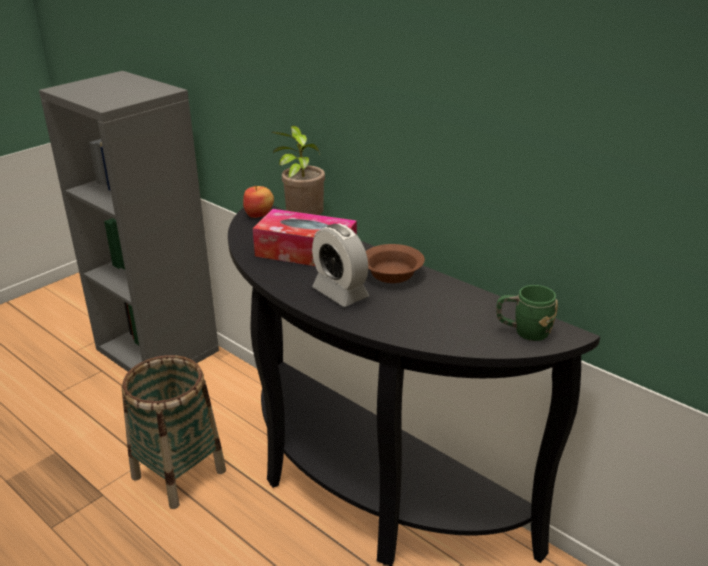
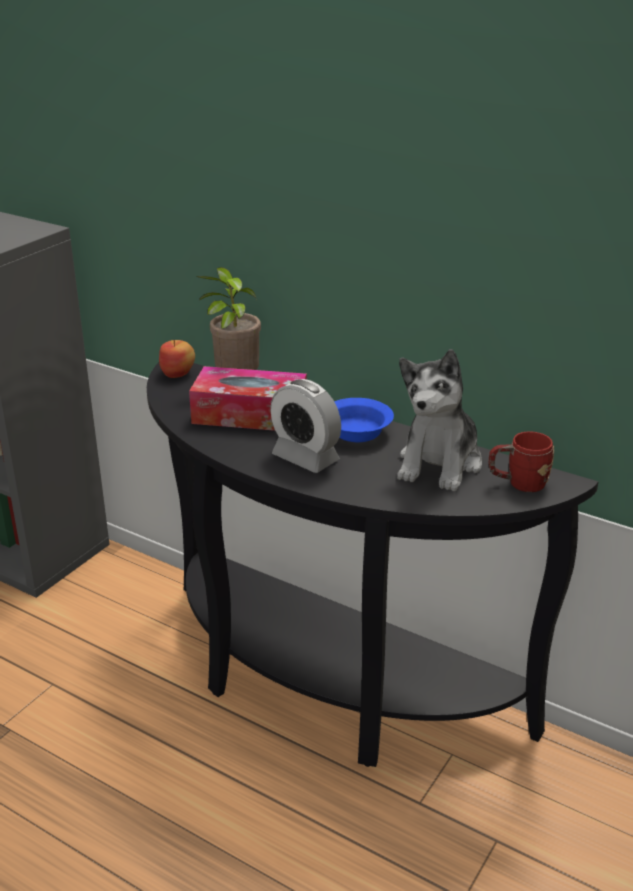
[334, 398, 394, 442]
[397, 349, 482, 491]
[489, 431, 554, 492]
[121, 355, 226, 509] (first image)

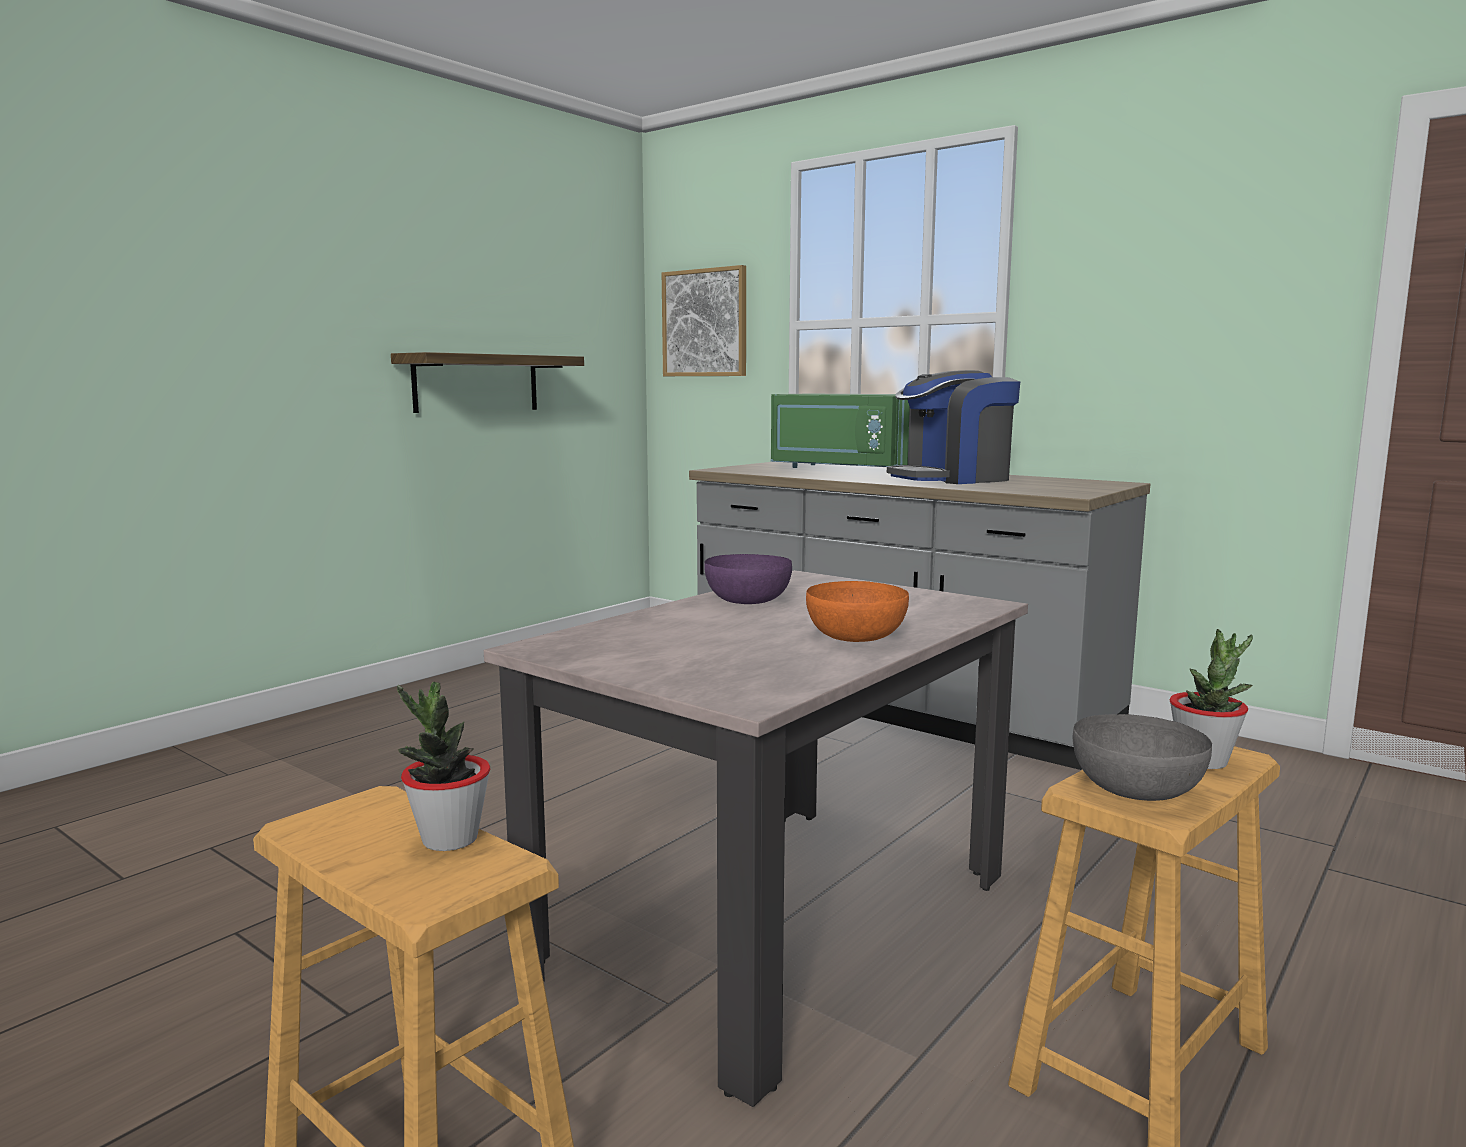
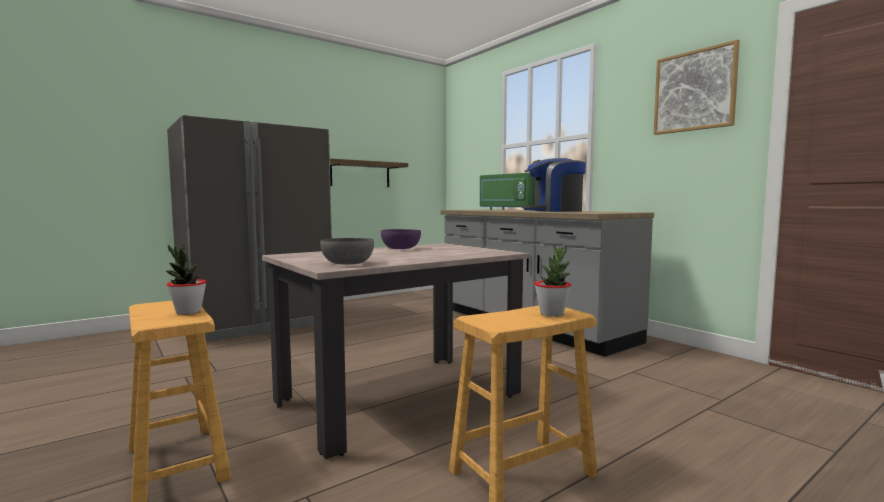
[167, 115, 332, 342]
[320, 238, 374, 265]
[654, 40, 740, 135]
[806, 581, 909, 642] (first image)

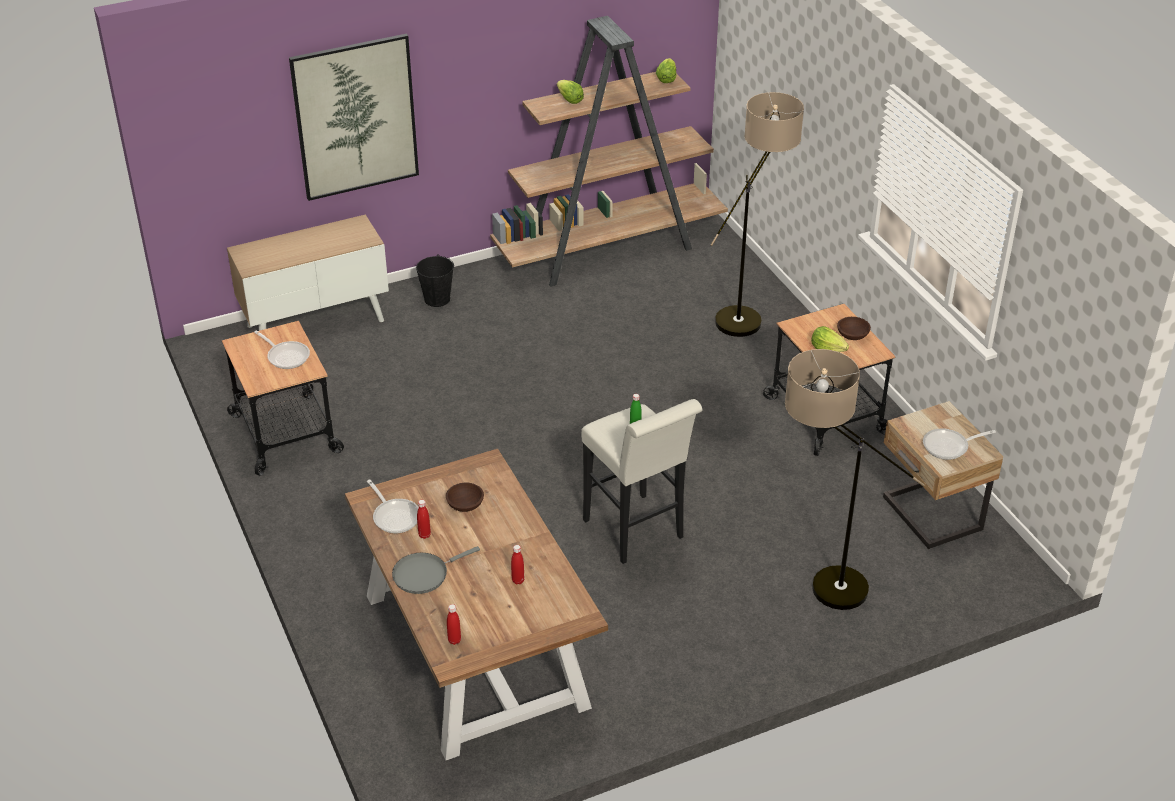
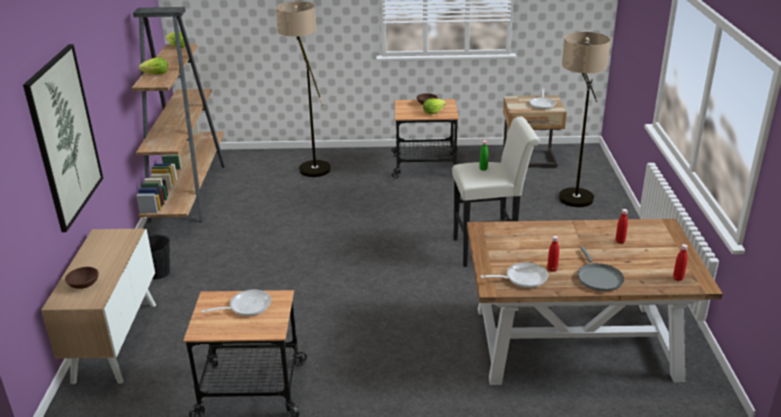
[65, 267, 99, 289]

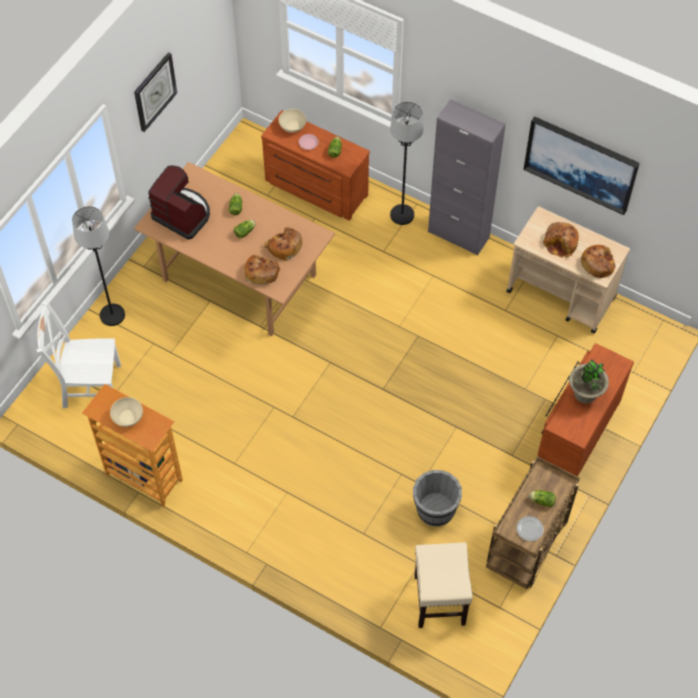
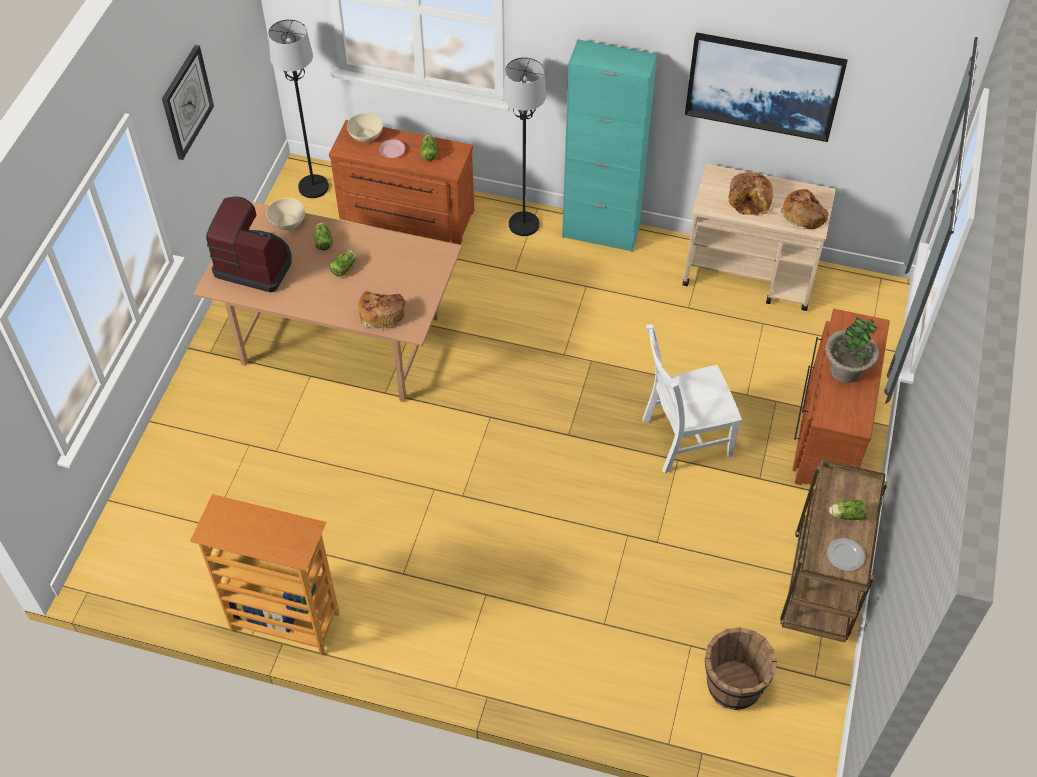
[267, 198, 305, 230]
[268, 19, 329, 198]
[562, 39, 657, 252]
[642, 324, 742, 474]
[705, 627, 777, 710]
[264, 227, 302, 261] (first image)
[413, 470, 462, 526] (first image)

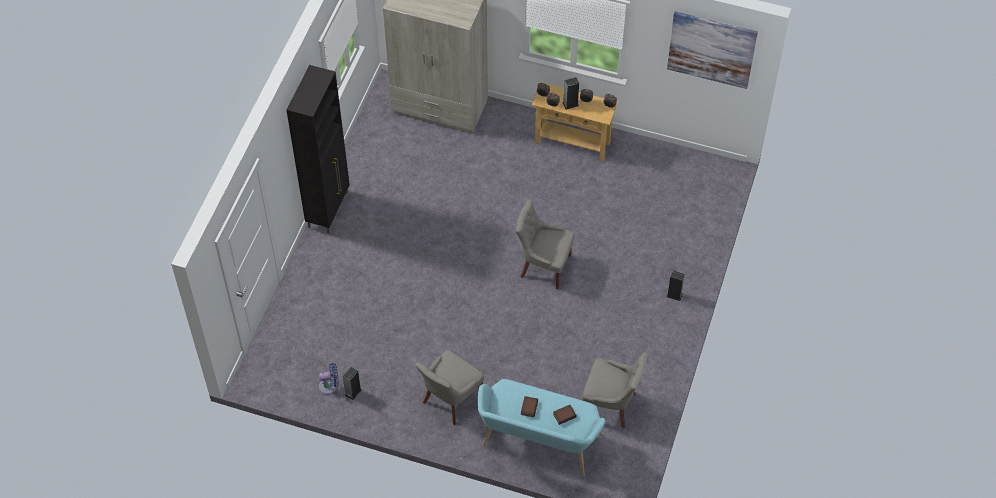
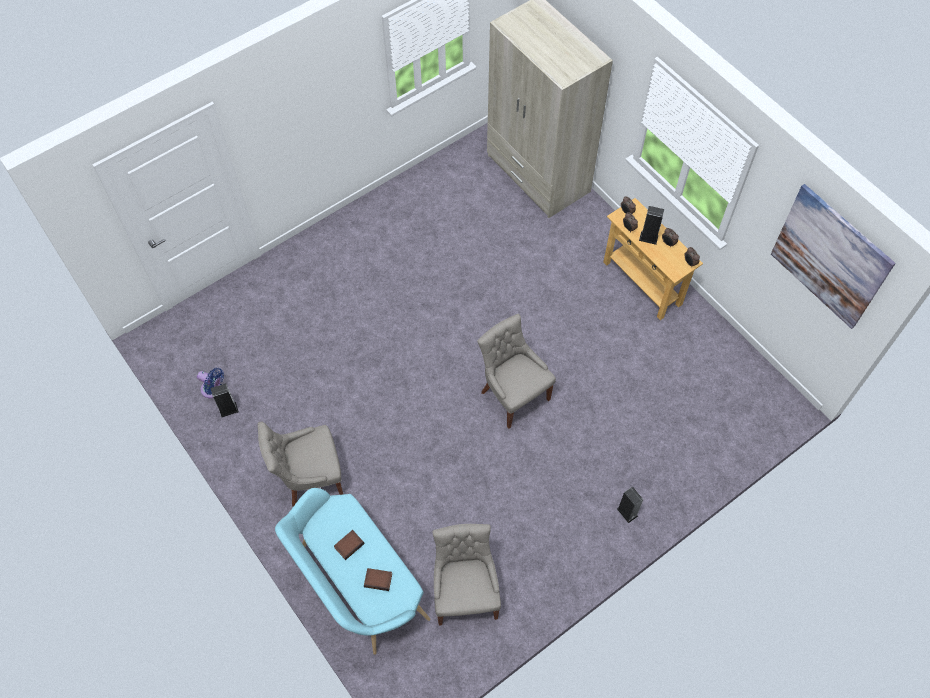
[432, 524, 501, 626]
[287, 65, 350, 233] (first image)

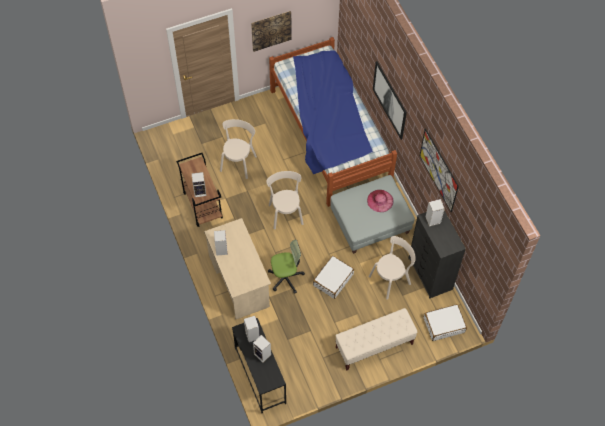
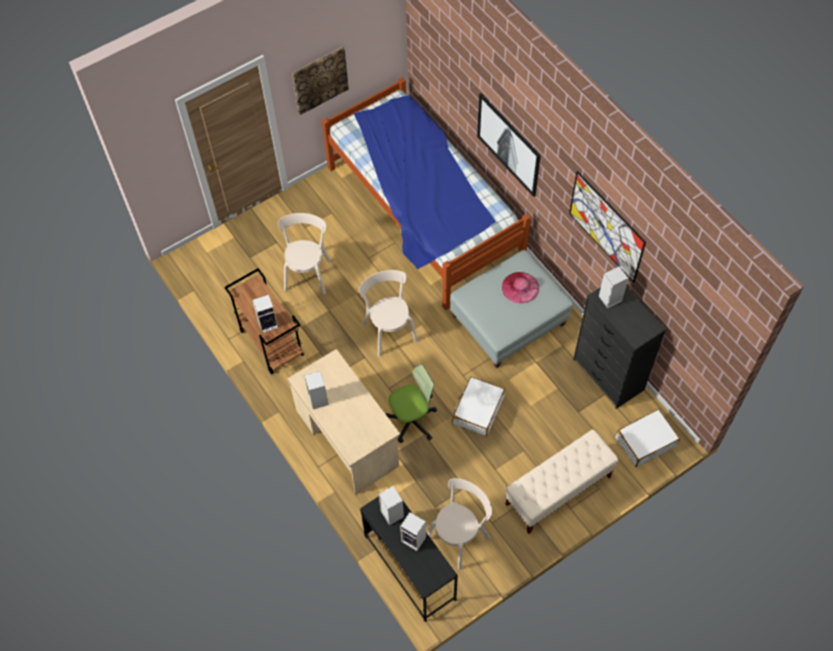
[427, 478, 492, 570]

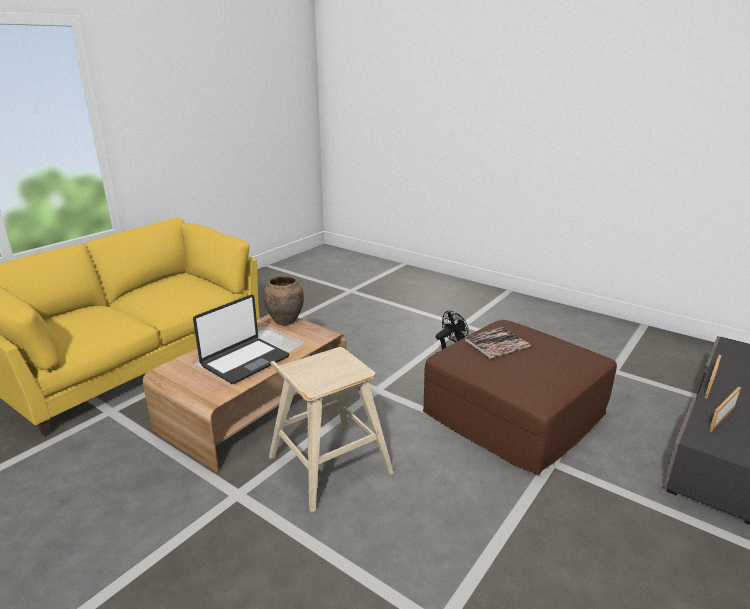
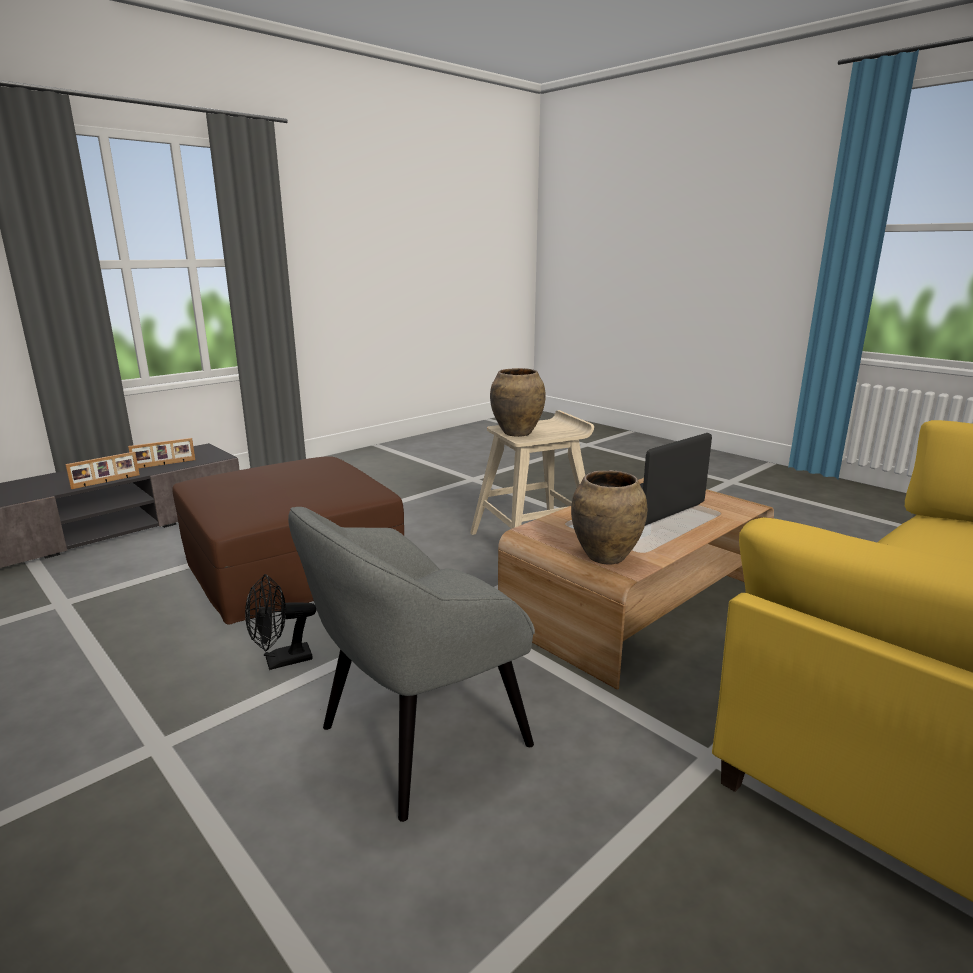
[288, 507, 535, 822]
[490, 368, 546, 437]
[465, 327, 531, 359] (first image)

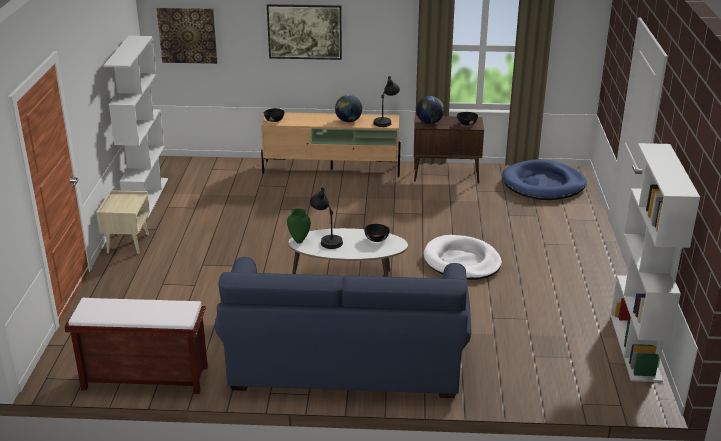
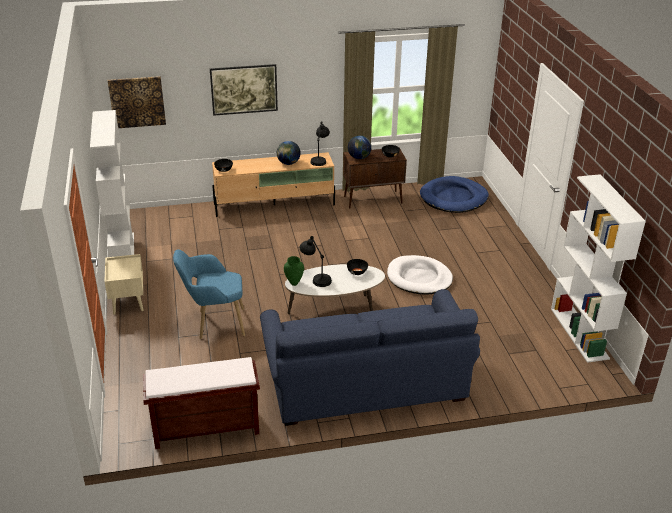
[173, 249, 245, 339]

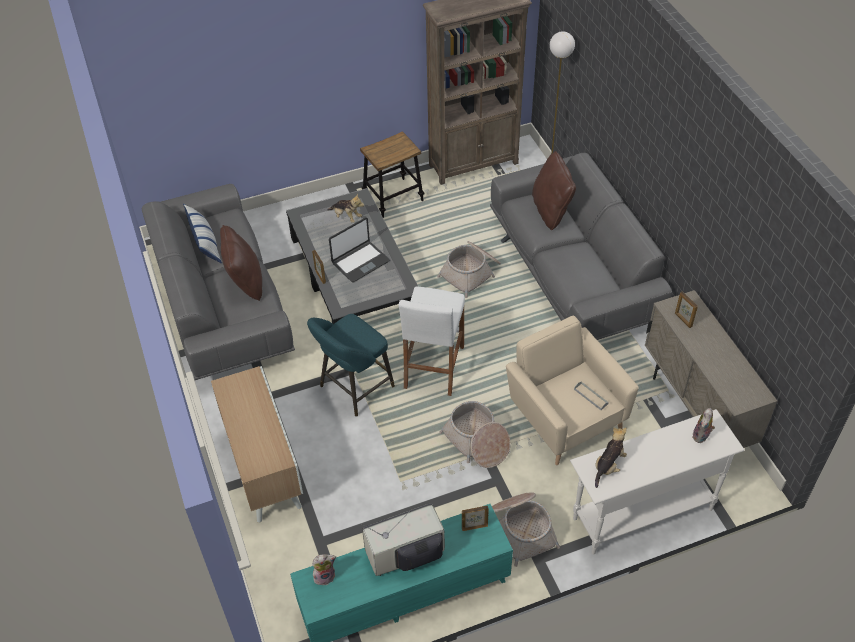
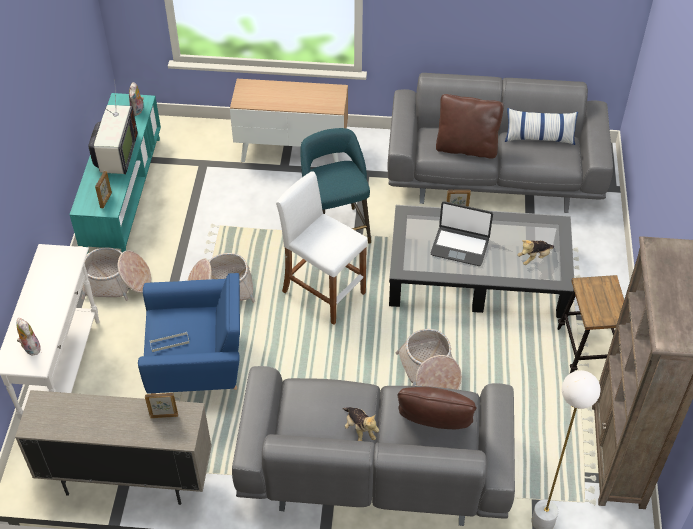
[138, 273, 240, 394]
[343, 407, 379, 441]
[431, 201, 493, 266]

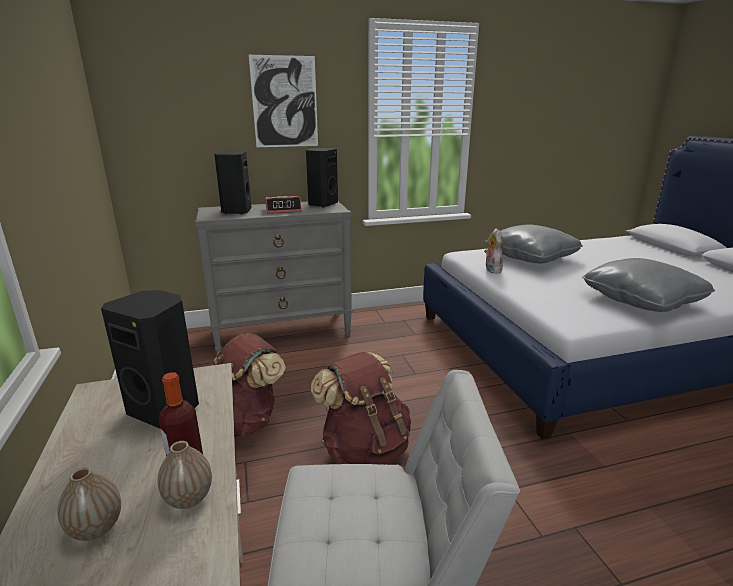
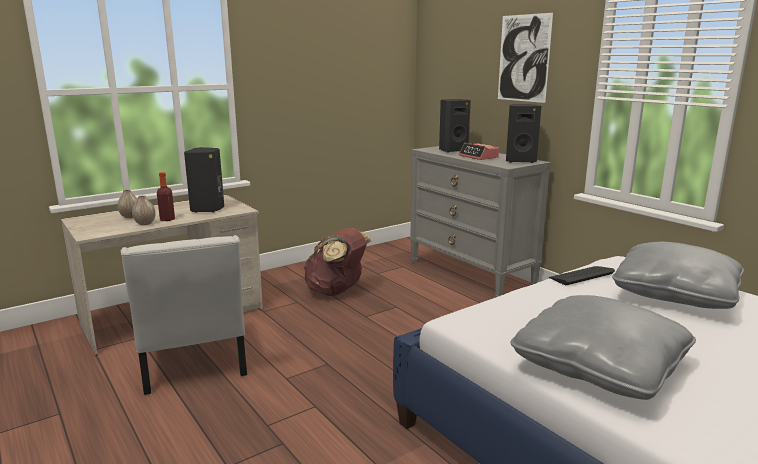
[549, 266, 615, 285]
[311, 352, 411, 465] (first image)

